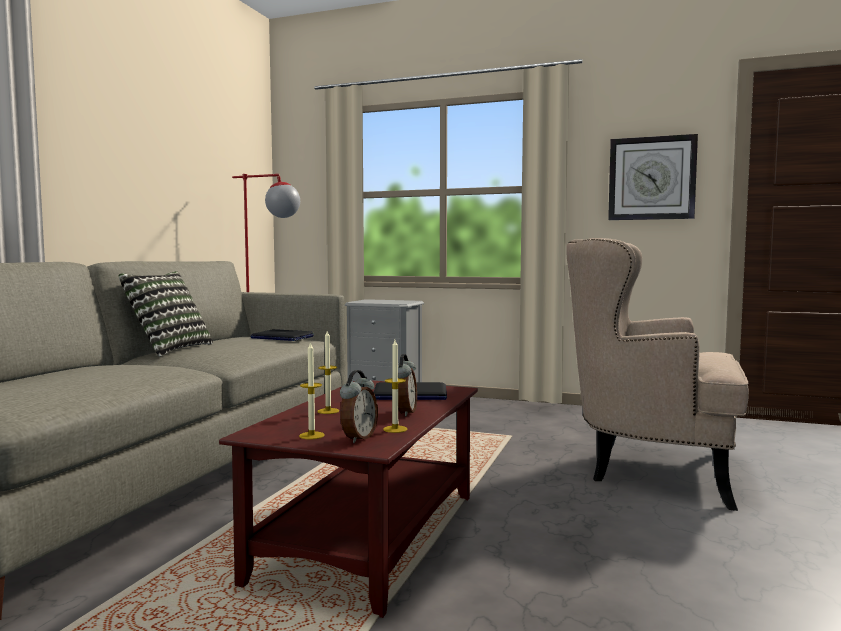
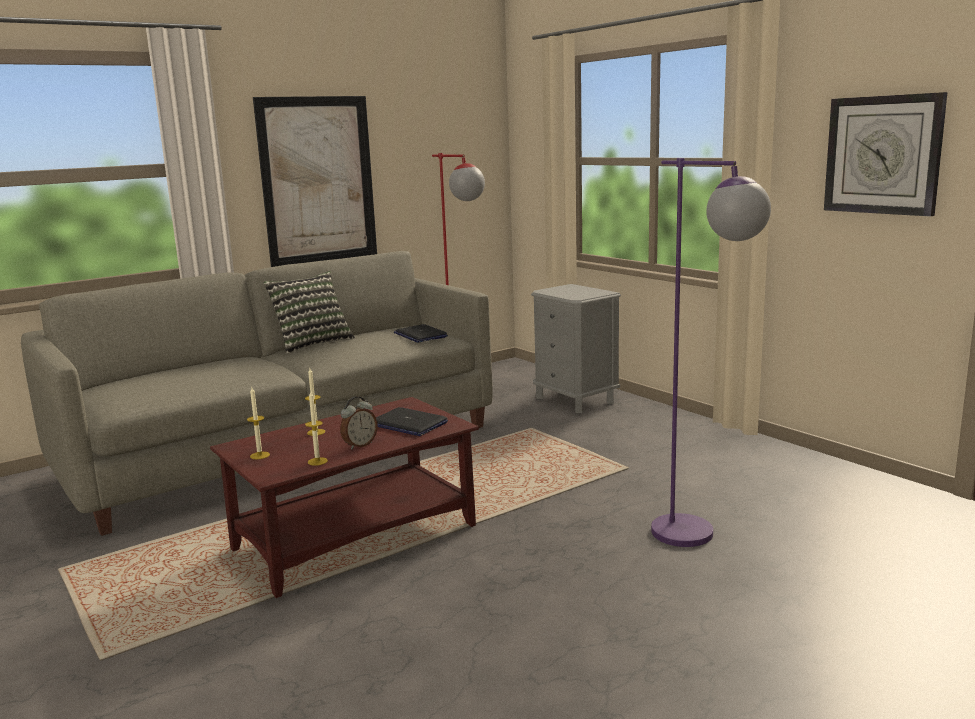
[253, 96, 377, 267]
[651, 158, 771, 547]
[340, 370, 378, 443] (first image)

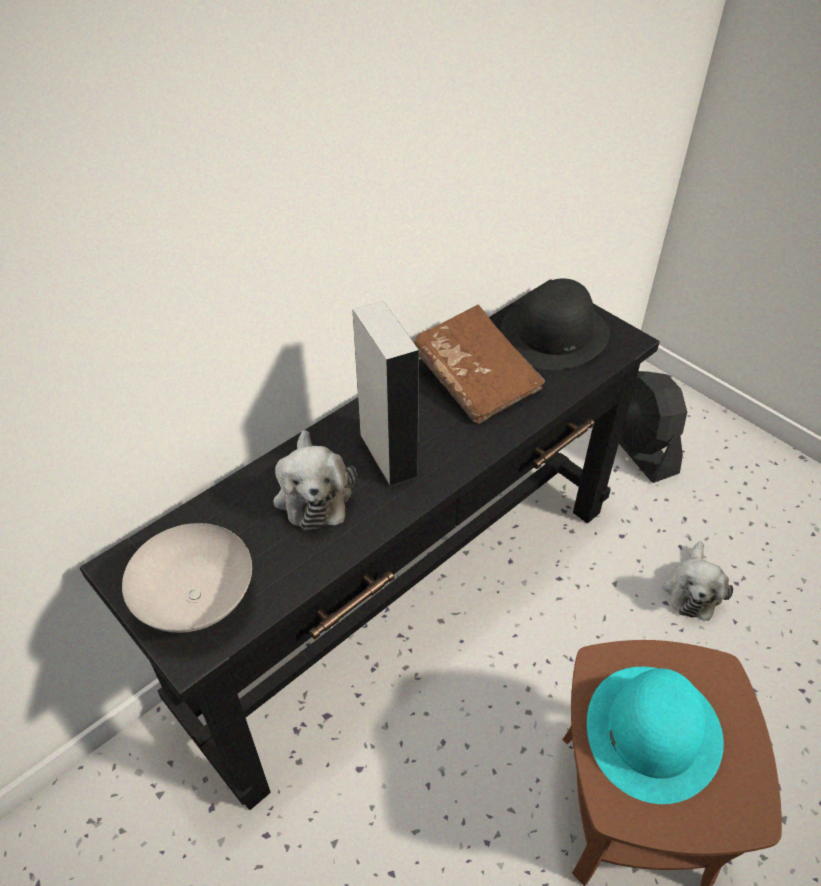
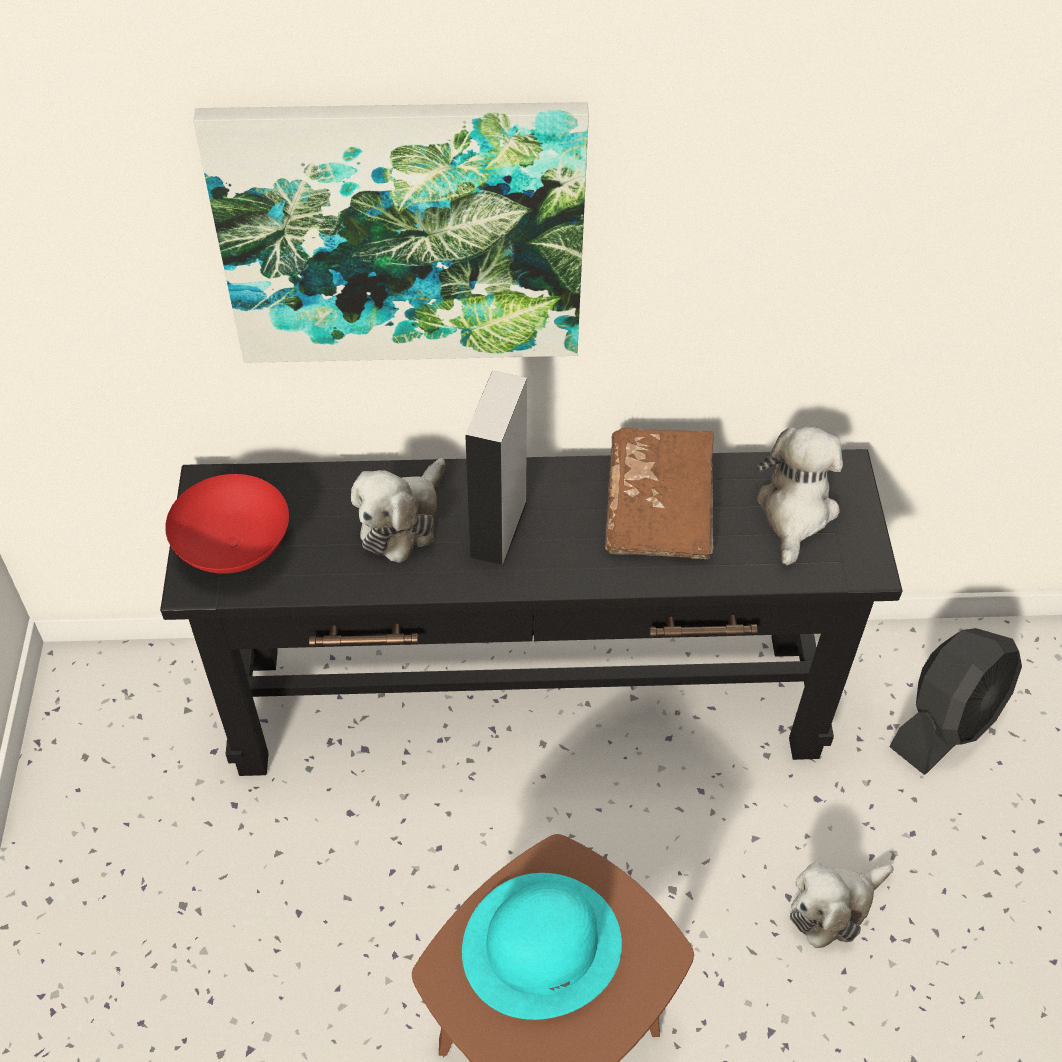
[165, 474, 289, 574]
[193, 102, 589, 363]
[757, 427, 843, 565]
[889, 628, 1022, 775]

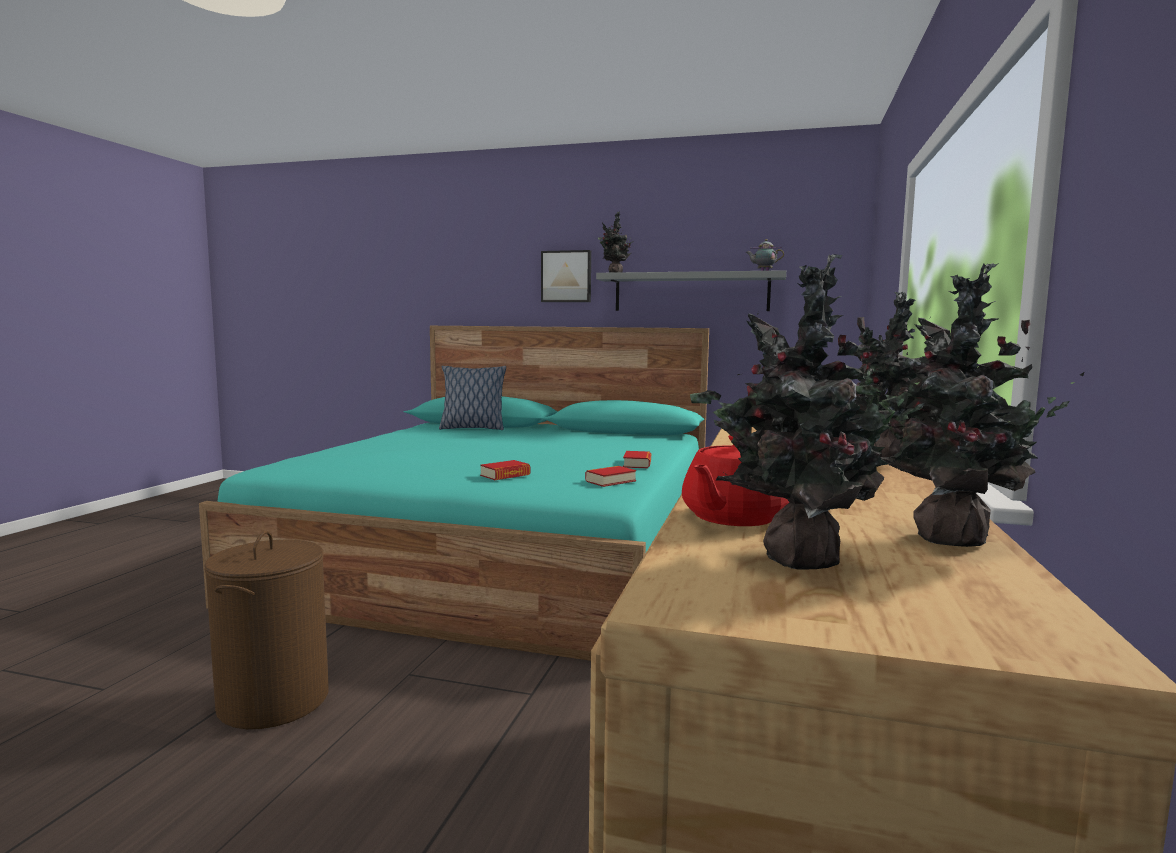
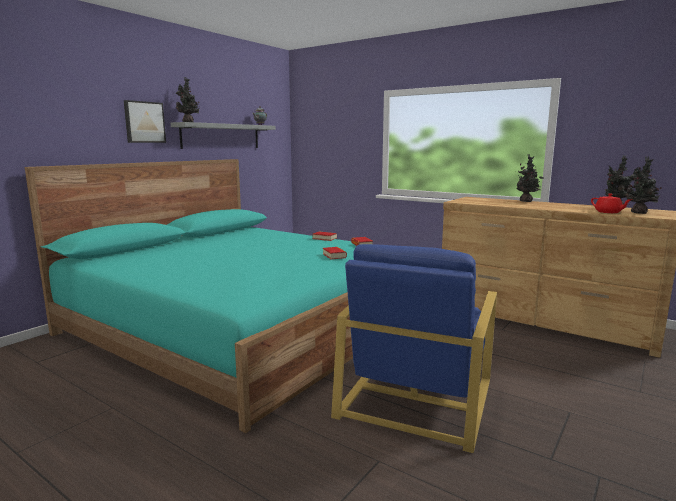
[331, 244, 497, 453]
[439, 366, 506, 430] (first image)

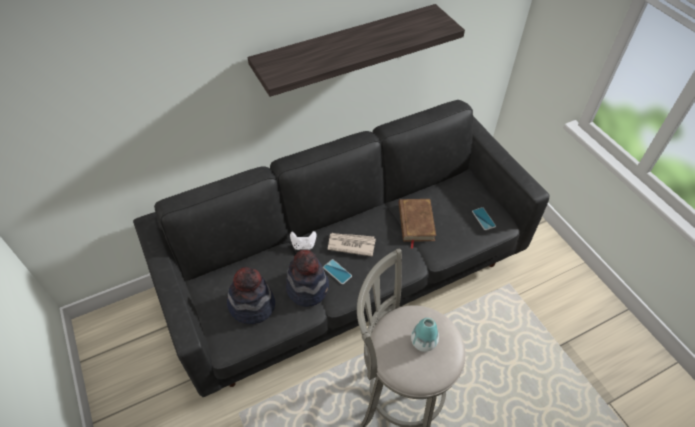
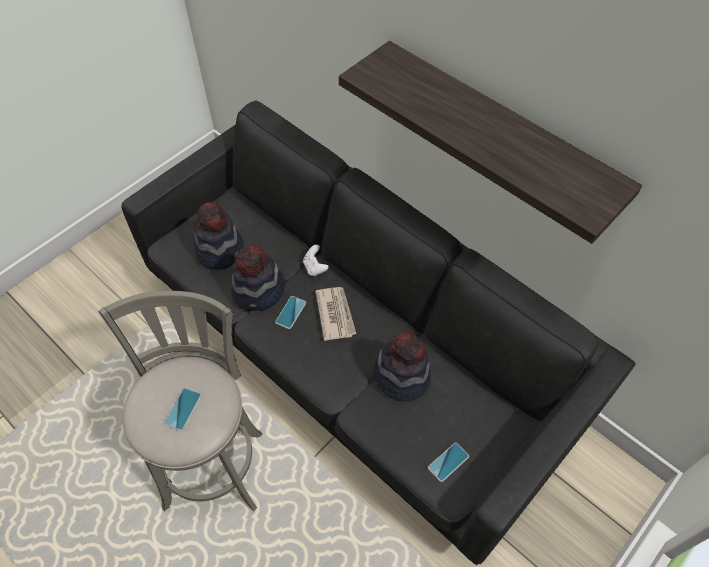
[164, 388, 202, 431]
[374, 332, 431, 402]

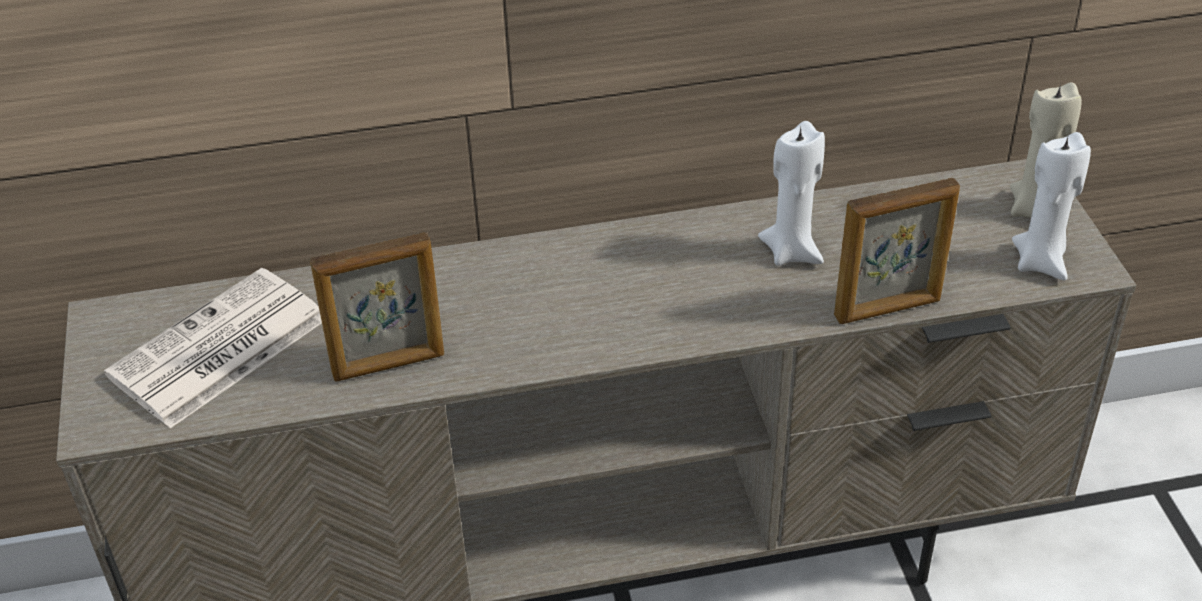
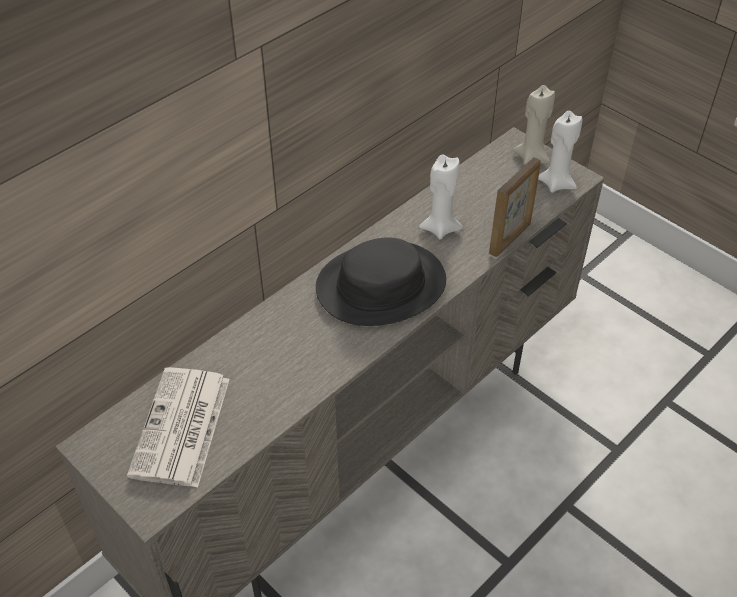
[316, 237, 446, 326]
[310, 232, 444, 382] (first image)

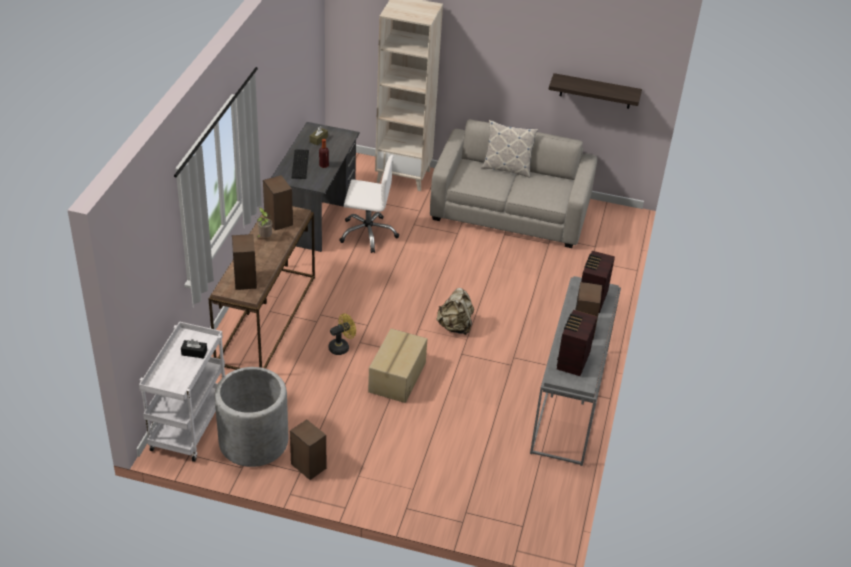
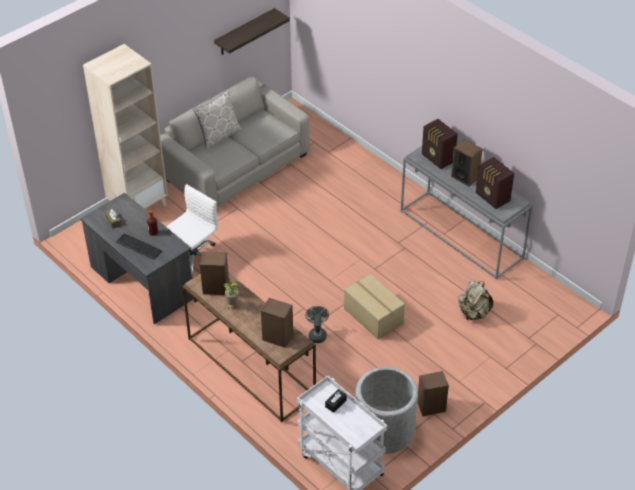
[305, 306, 329, 343]
[458, 281, 493, 320]

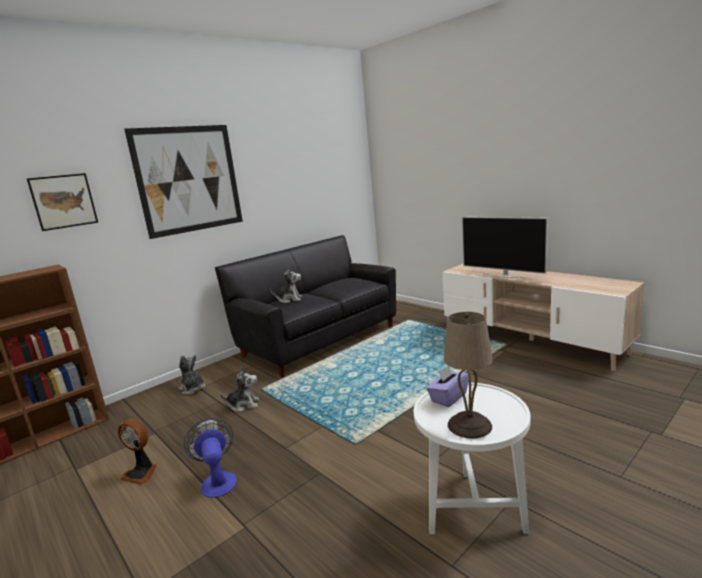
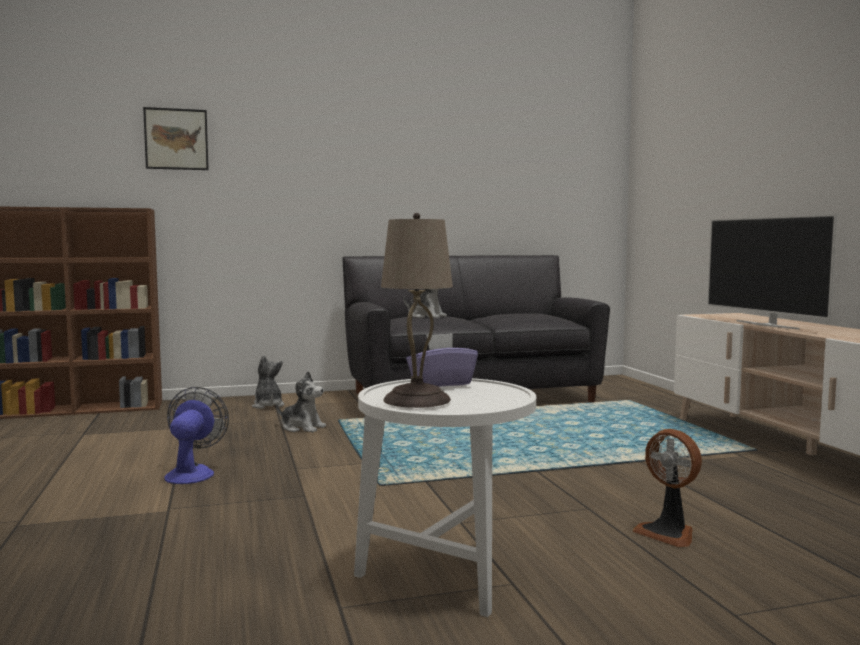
[633, 429, 702, 547]
[124, 125, 243, 239] (first image)

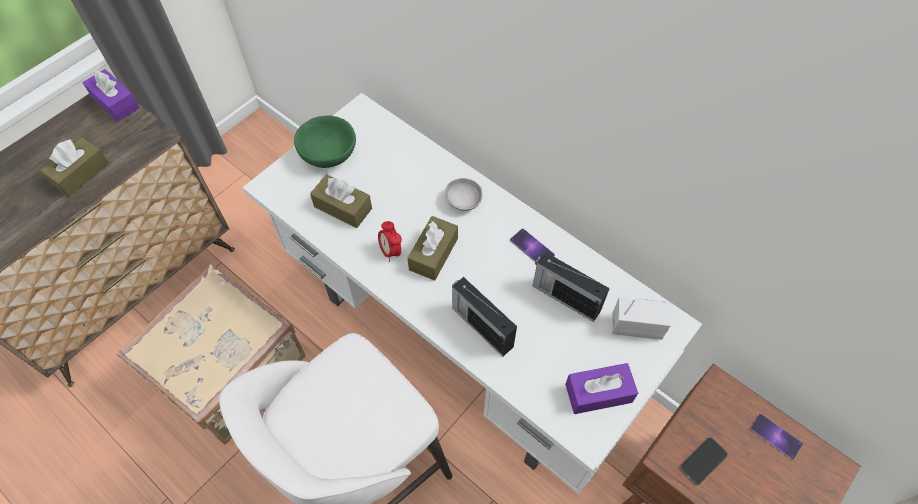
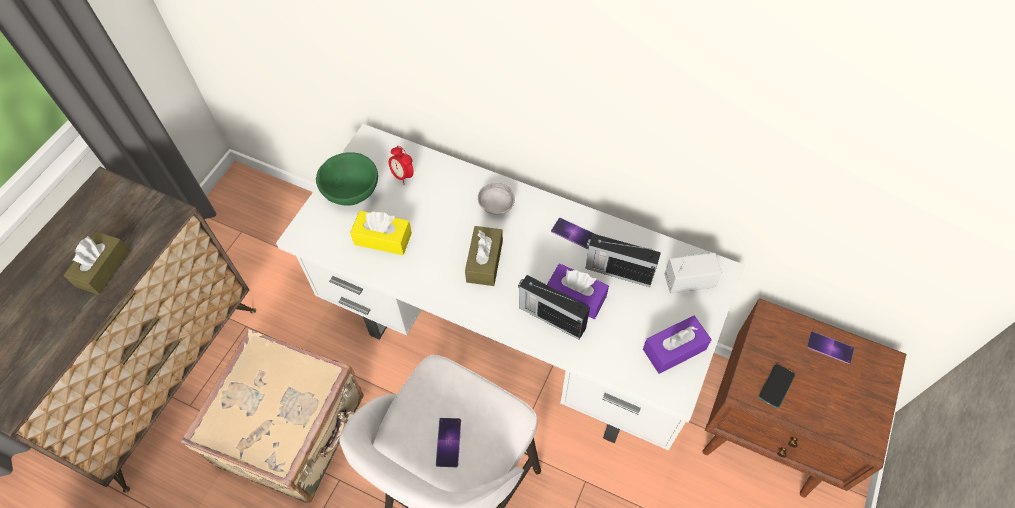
[350, 211, 412, 255]
[389, 146, 414, 185]
[436, 418, 461, 467]
[547, 264, 609, 319]

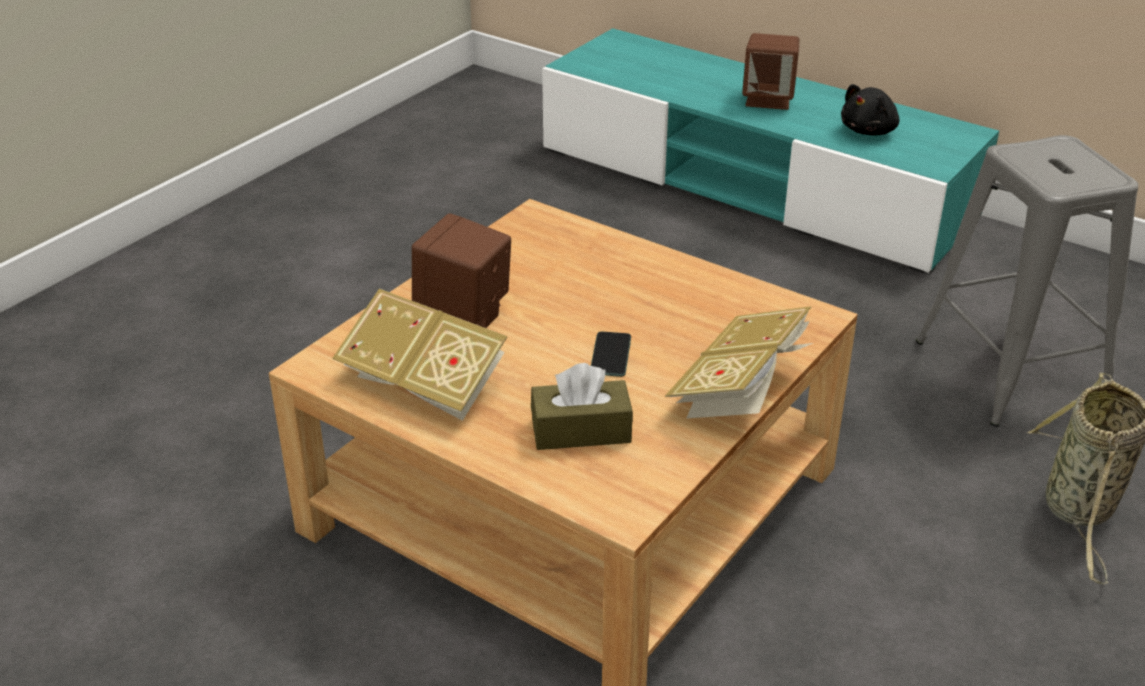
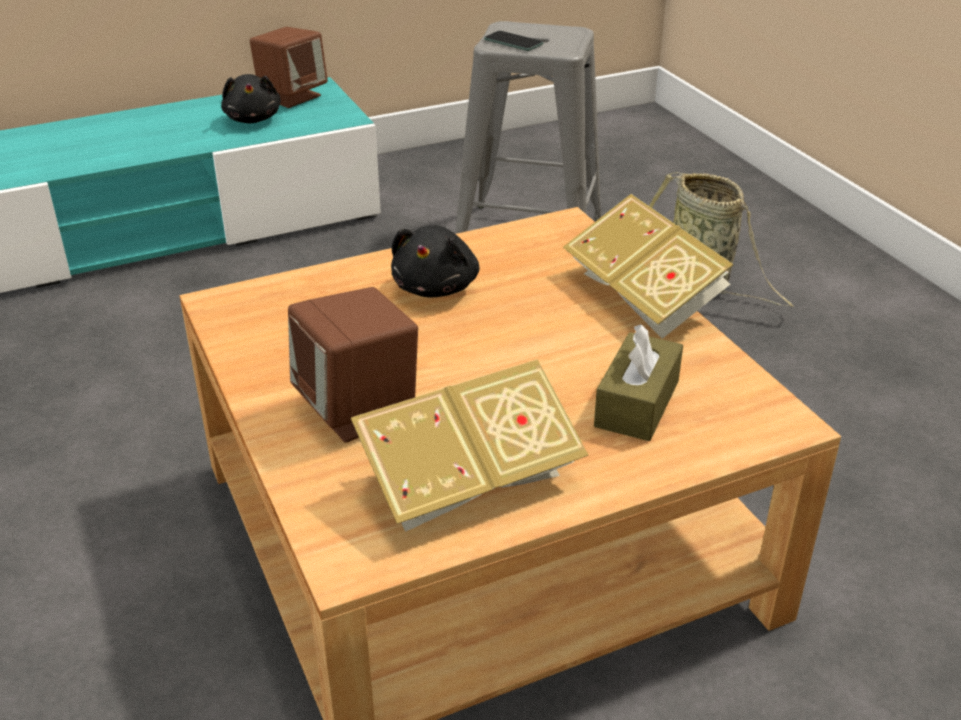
[250, 27, 328, 108]
[391, 225, 479, 297]
[484, 31, 543, 51]

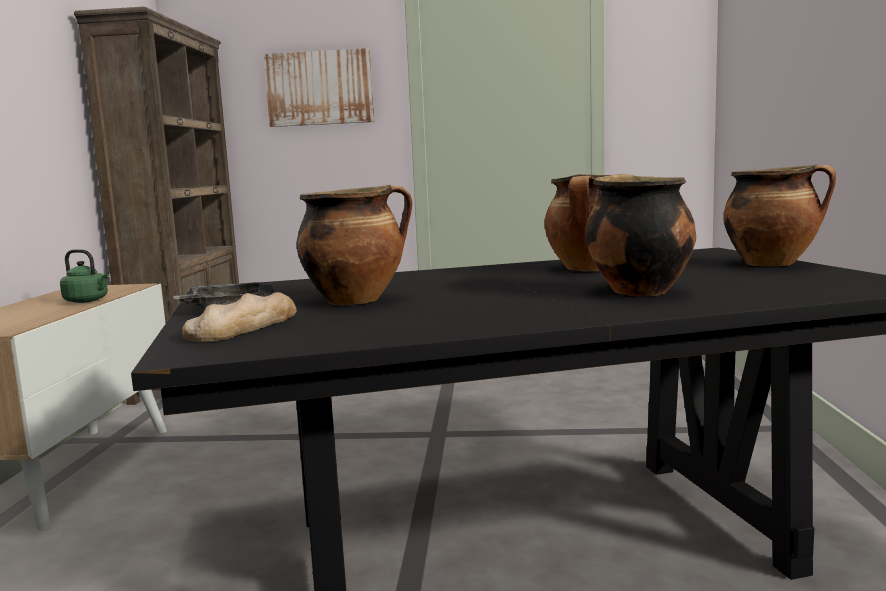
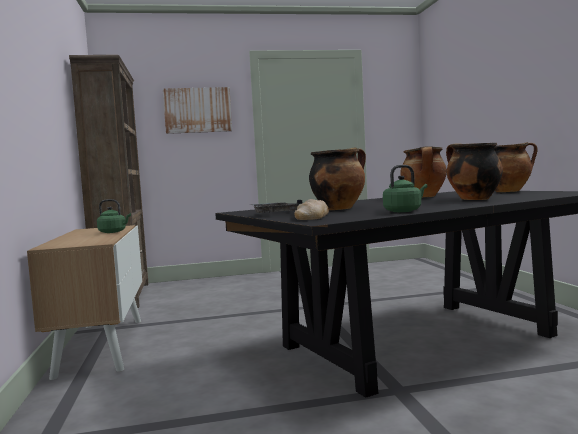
[383, 165, 427, 212]

